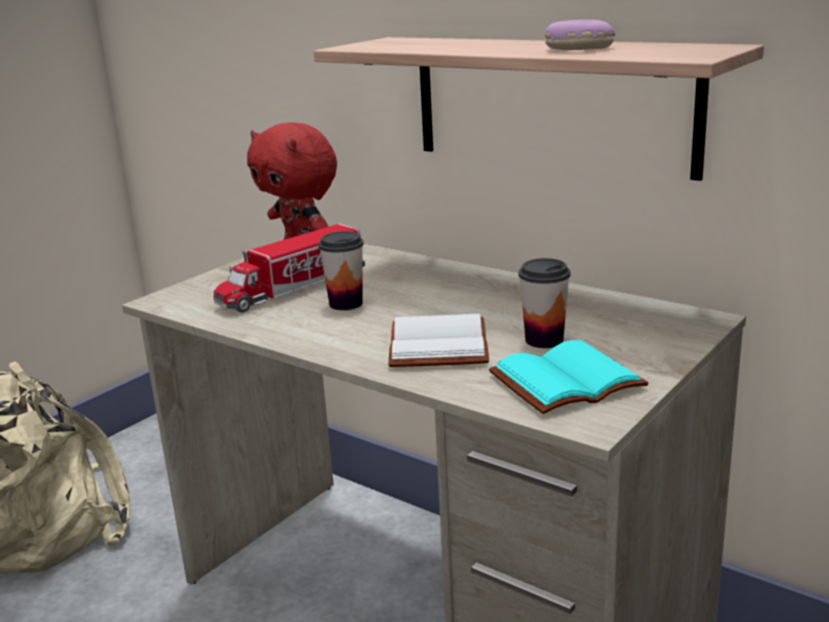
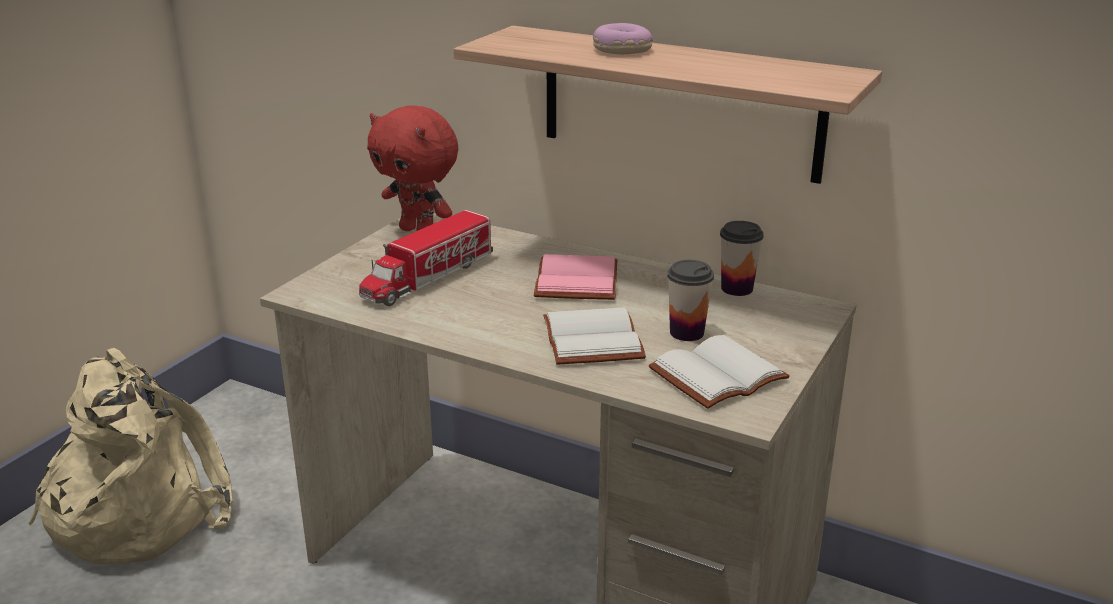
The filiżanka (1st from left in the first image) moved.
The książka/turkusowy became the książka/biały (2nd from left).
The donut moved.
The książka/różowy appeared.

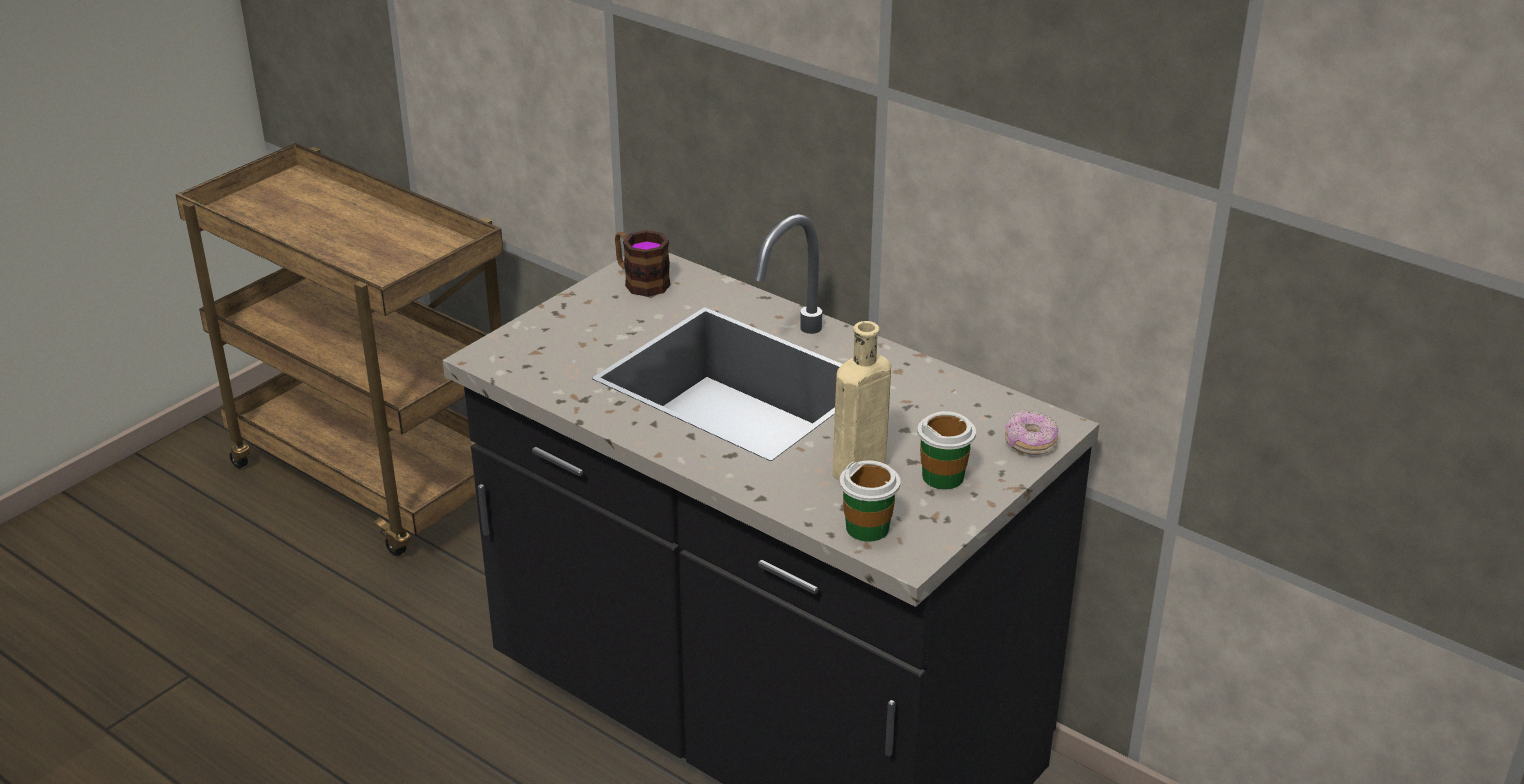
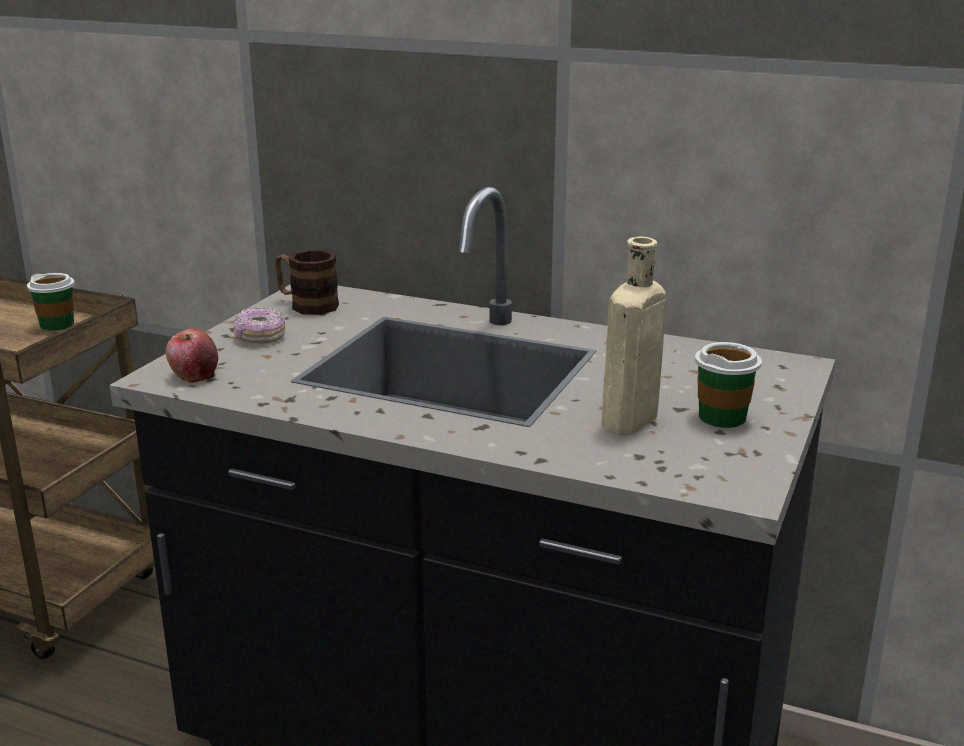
The filiżanka (1st from left) moved.
The donut moved.
The jabłko appeared.

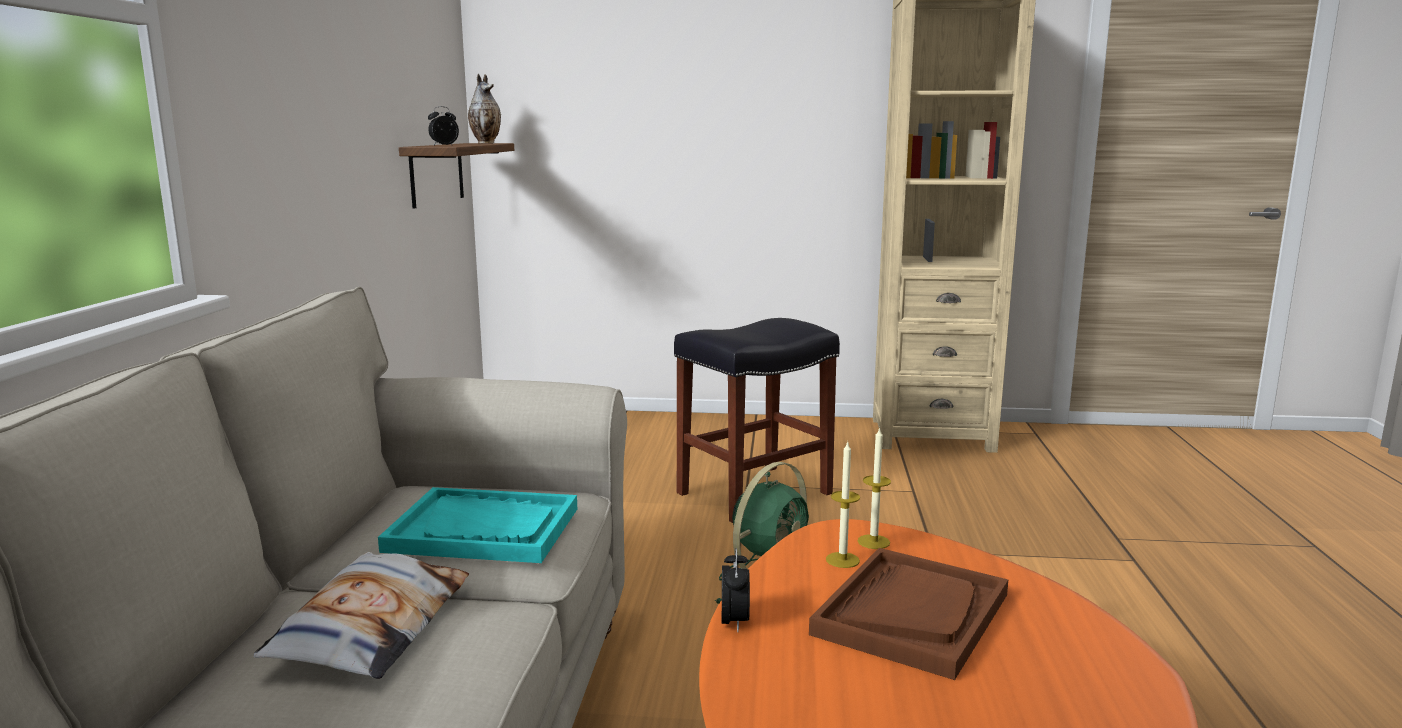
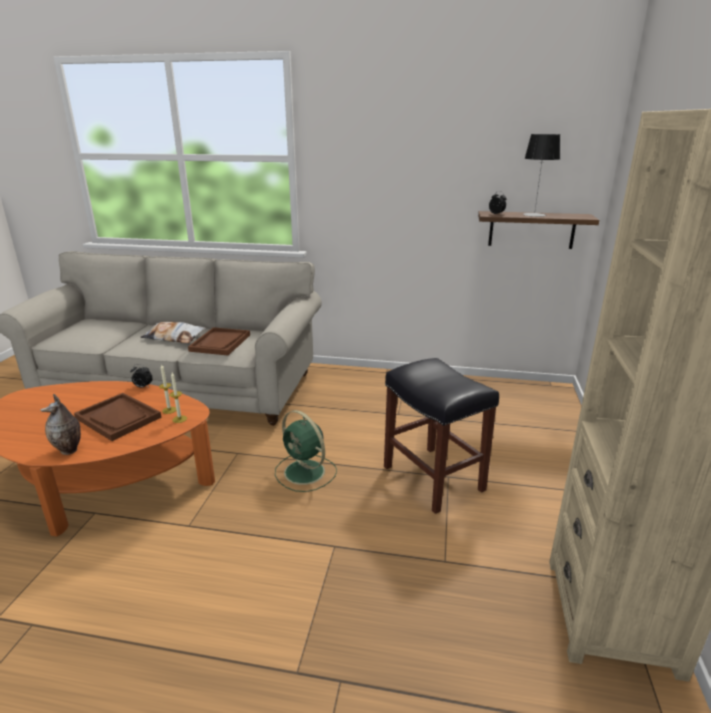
The taca/turkusowy became the taca/brązowy (2nd from left).
The wazon moved.
The lampa stołowa appeared.

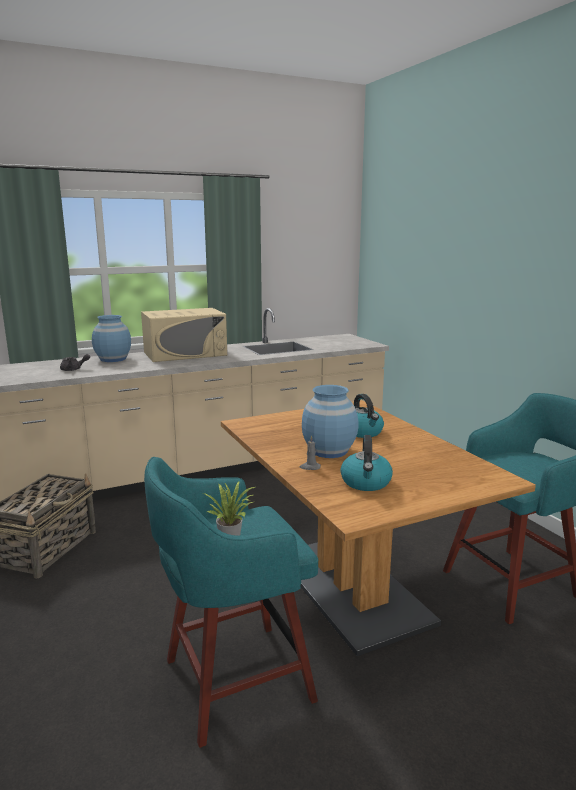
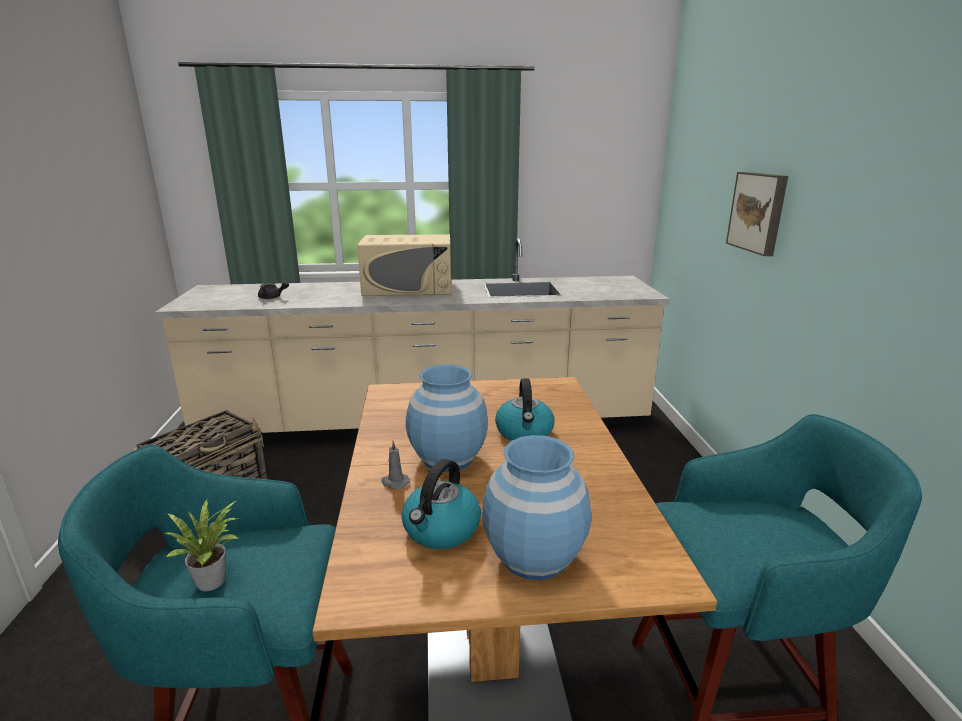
The wazon/niebieski (1st from left in the first image) moved.
The obraz appeared.

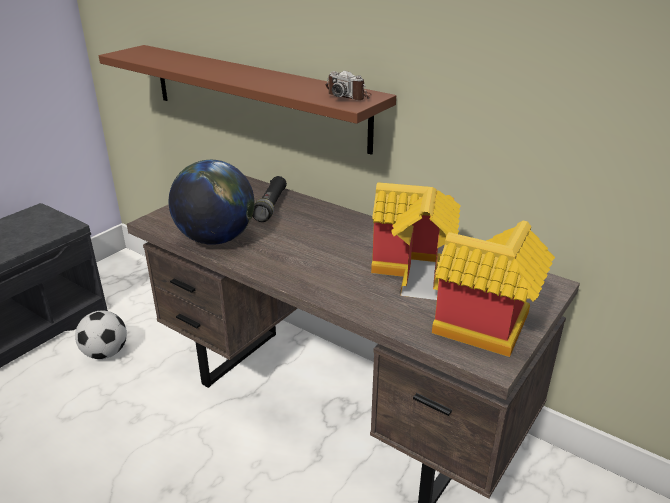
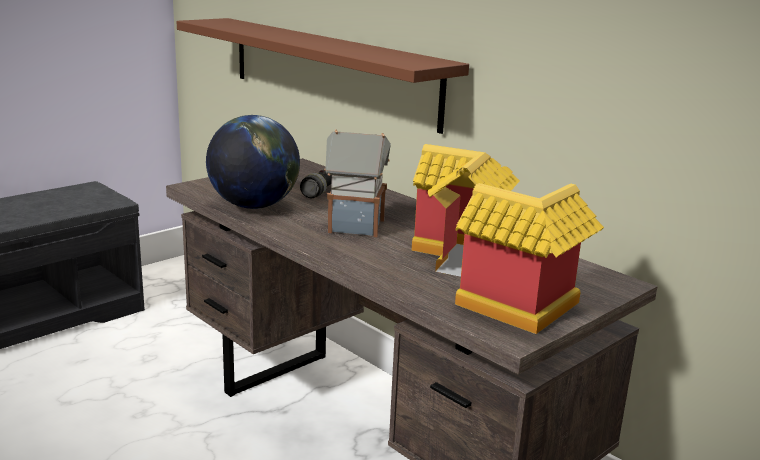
The piłka futbolowa disappeared.
The aparat fotograficzny disappeared.
The domek (1st from left) appeared.

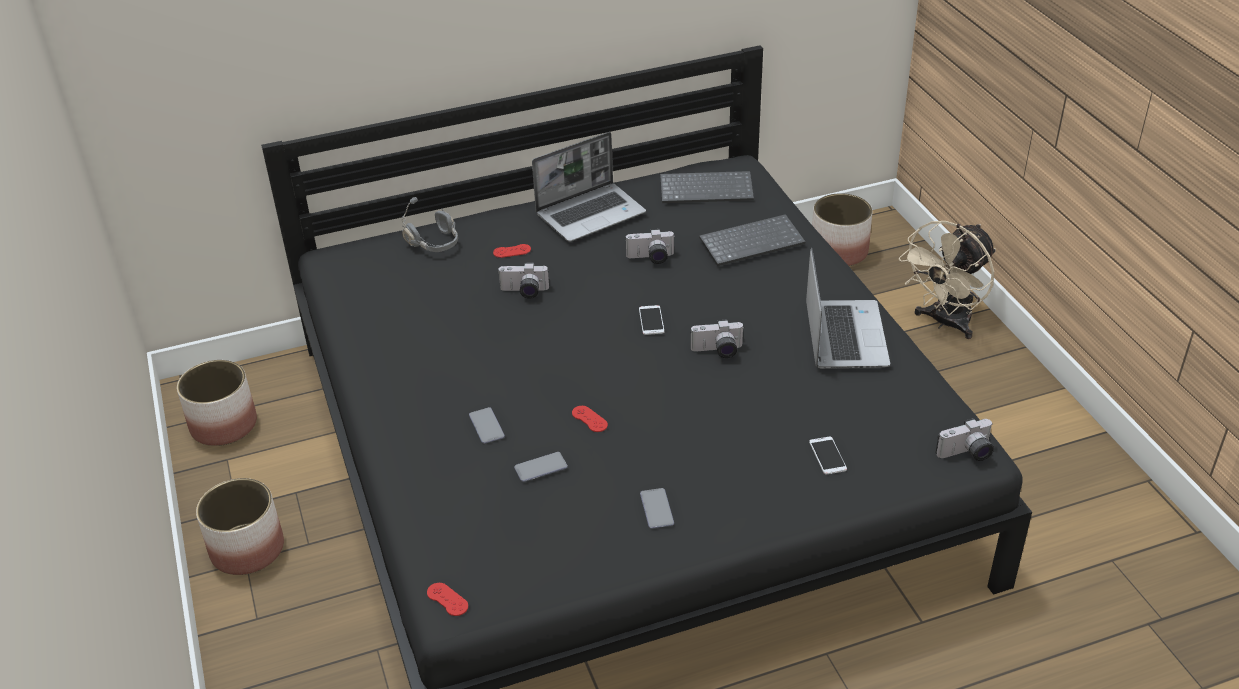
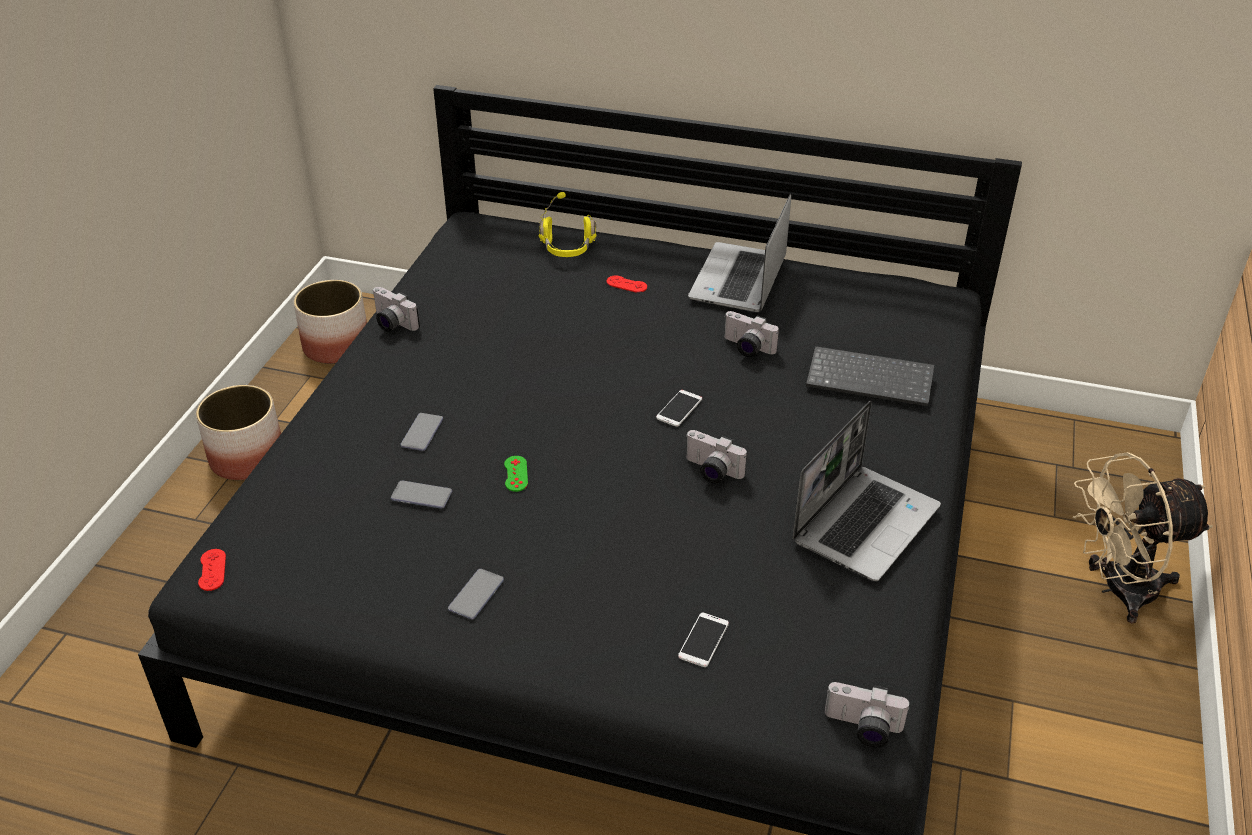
The słuchawki/szary became the słuchawki/żółty.
The aparat fotograficzny (1st from left) moved.
The laptop (1st from left) turned 105 degrees clockwise.
The pad do gier/czerwony (3rd from left) became the pad do gier/zielony.
The klawiatura (1st from left) disappeared.
The donica (3rd from left) disappeared.

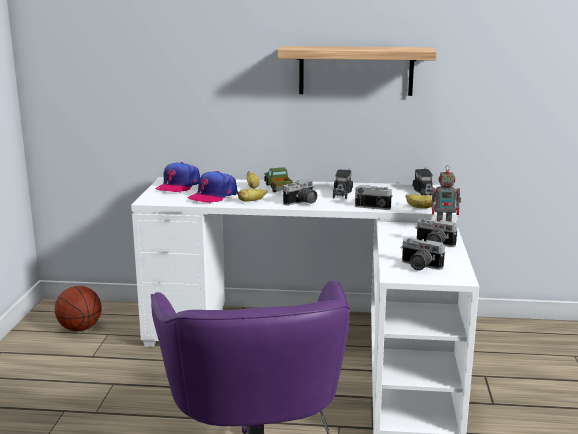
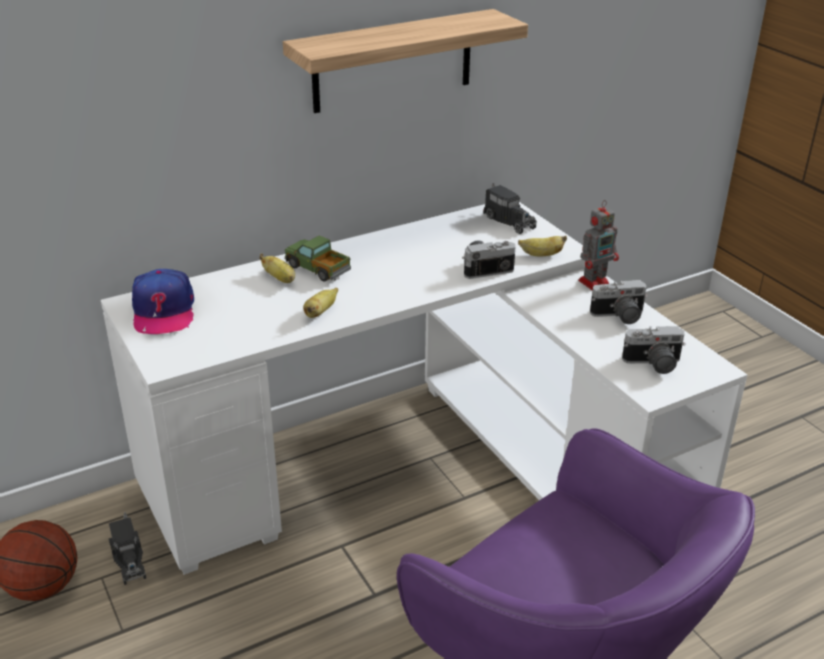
The czapka z daszkiem (2nd from left) disappeared.
The aparat fotograficzny (1st from left) disappeared.
The ciężarówka zabawkowa (2nd from left in the first image) moved.

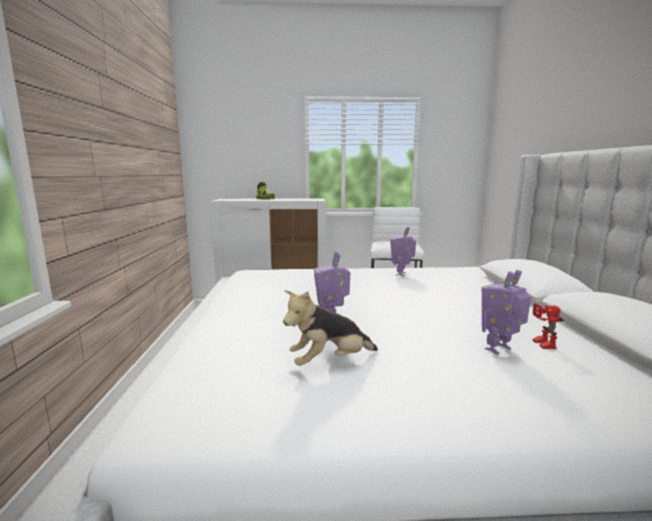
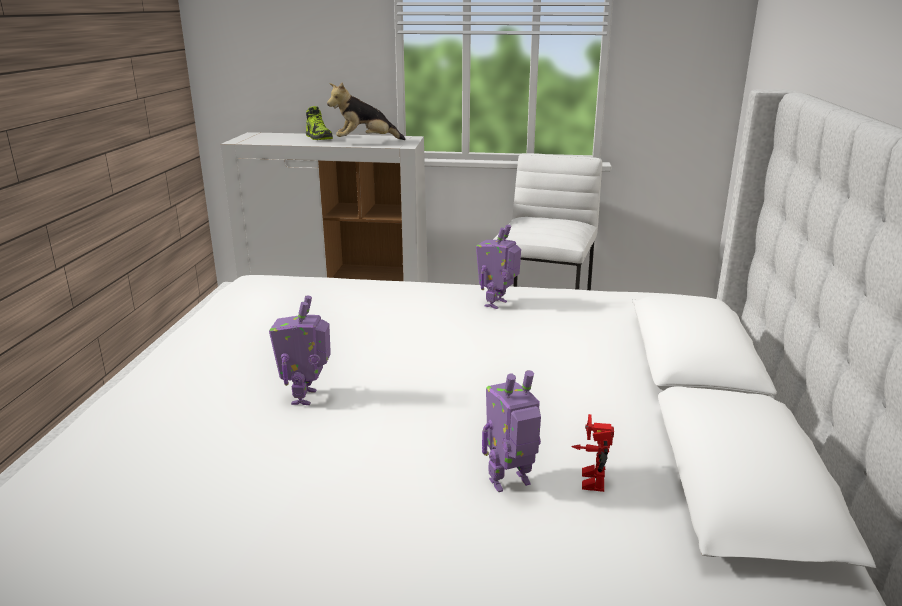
The pluszak moved.

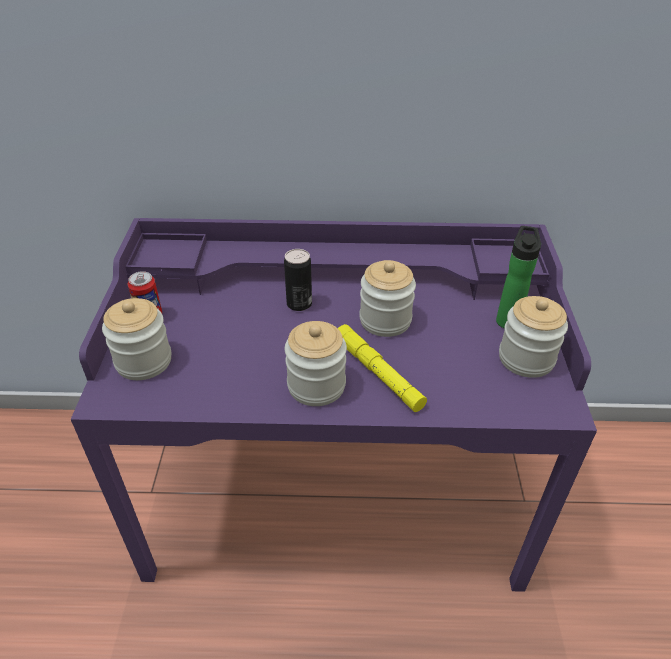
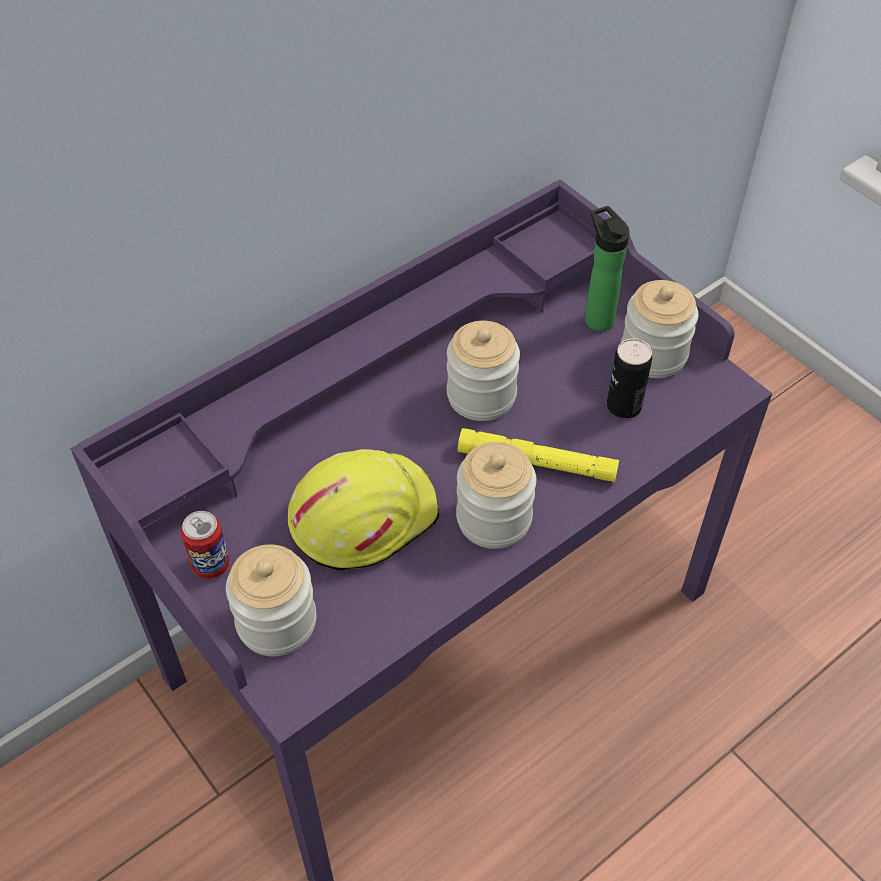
The puszka (2nd from left) moved.
The kask/żółty appeared.

